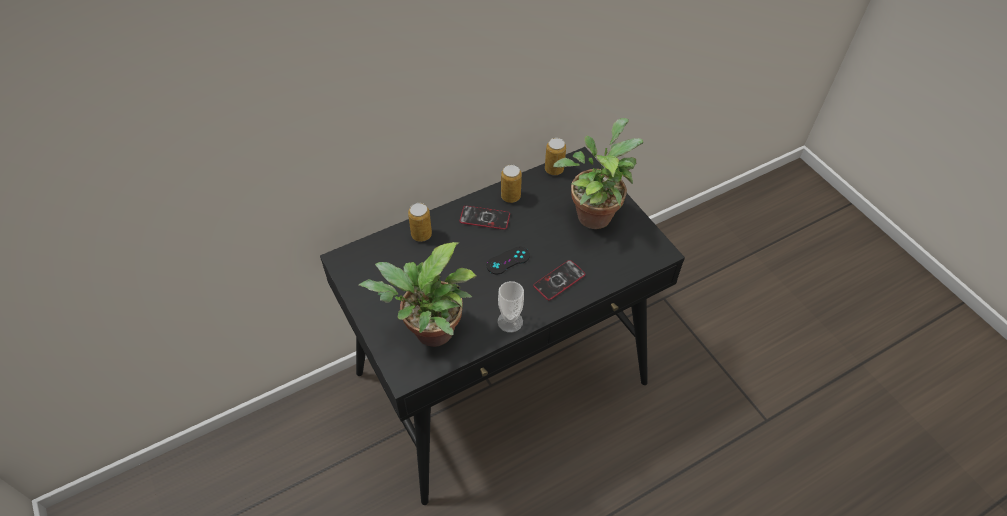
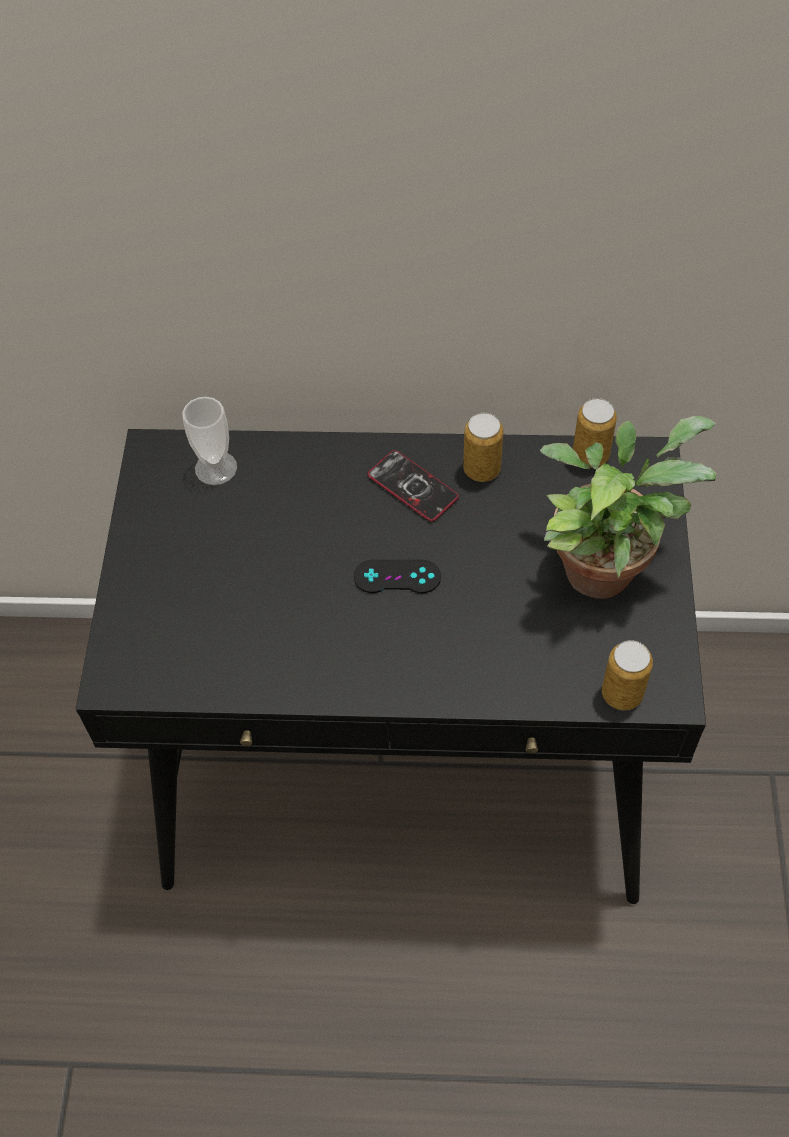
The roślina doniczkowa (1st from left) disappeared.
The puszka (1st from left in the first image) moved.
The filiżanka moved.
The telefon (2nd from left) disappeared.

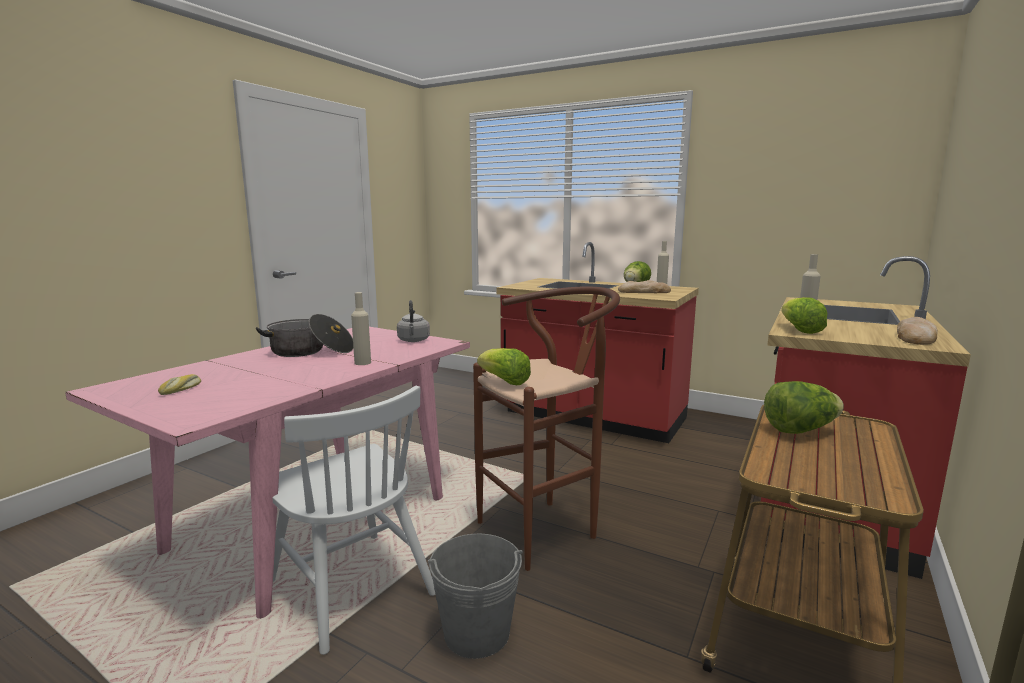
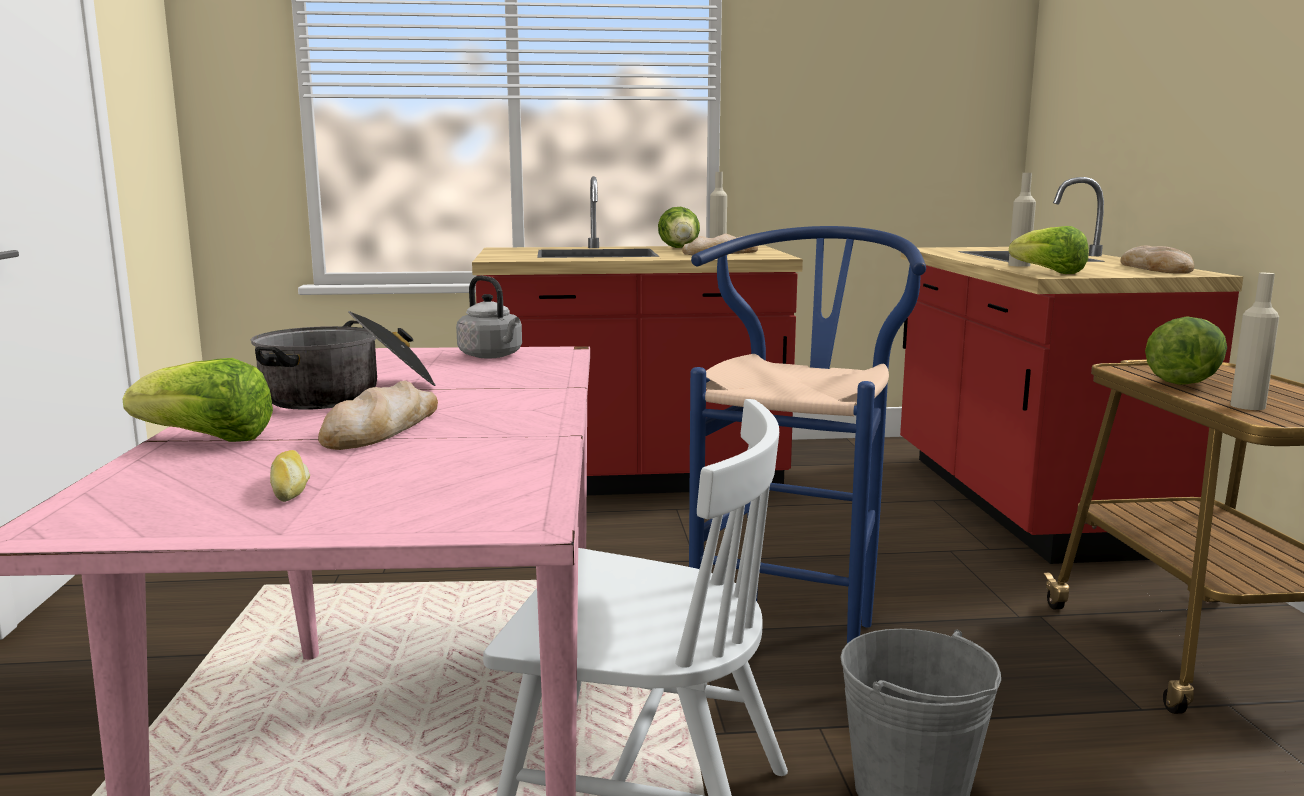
The butelka/beżowy (1st from left in the first image) moved.
The stołek/brązowy became the stołek/niebieski.
The sałata (1st from left) moved.
The chleb (2nd from left) appeared.

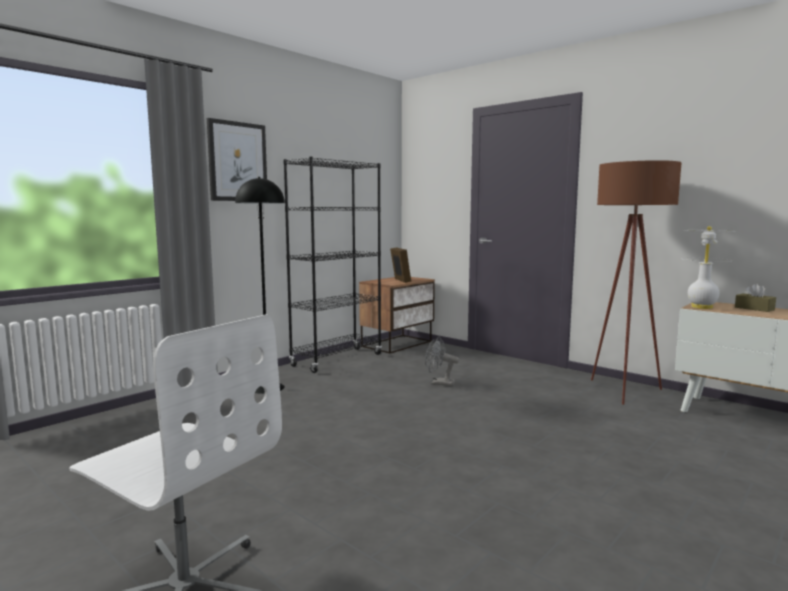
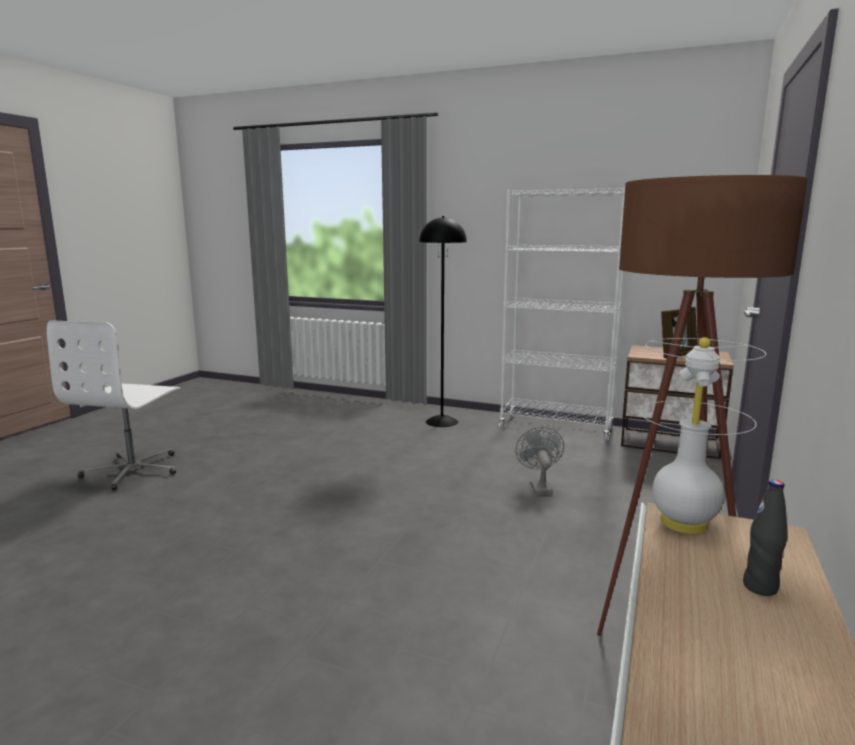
The obraz disappeared.
The regał/czarny became the regał/biały.
The pudełko chusteczek/brązowy was replaced by the butelka/czarny.

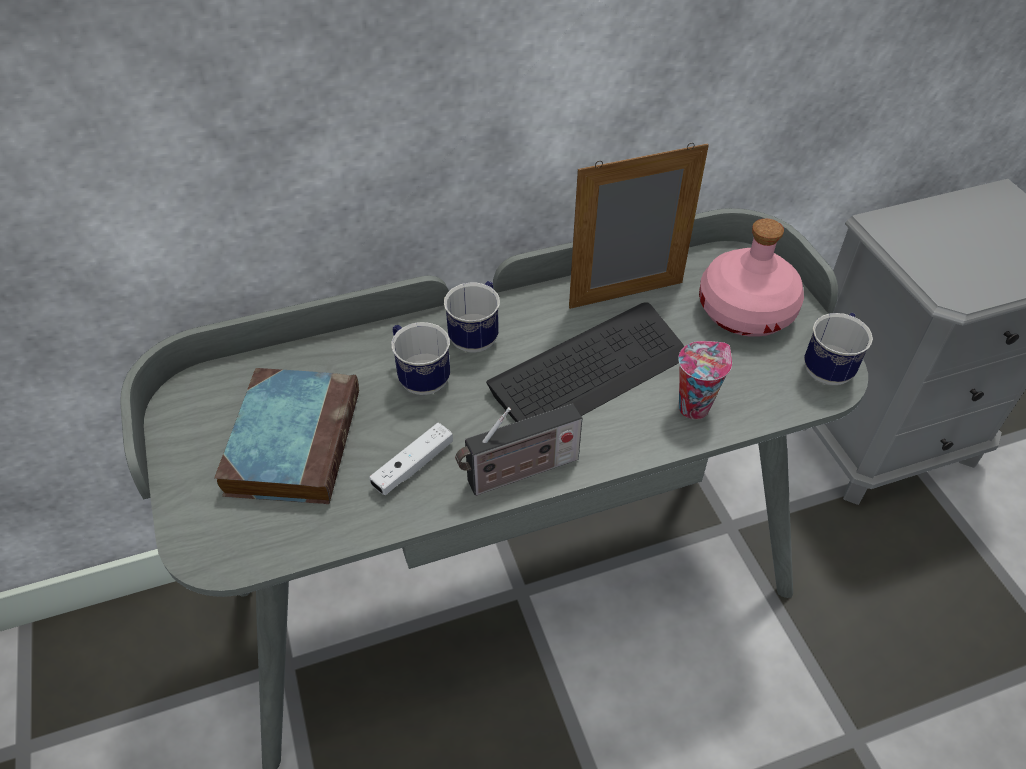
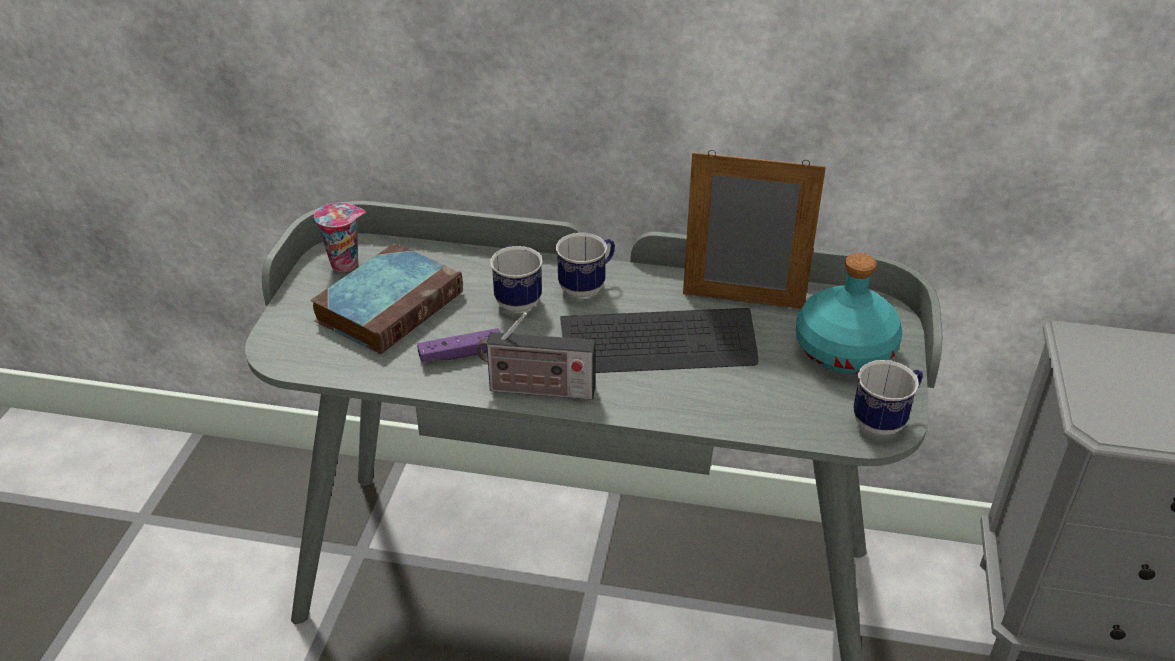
The pad do gier/biały became the pad do gier/fioletowy.
The filiżanka moved.
The butelka/różowy became the butelka/turkusowy.

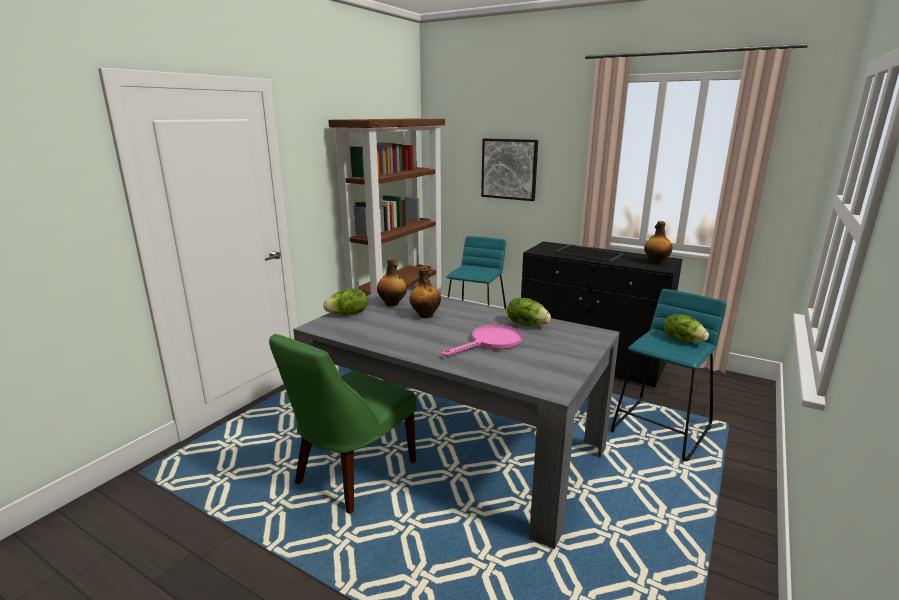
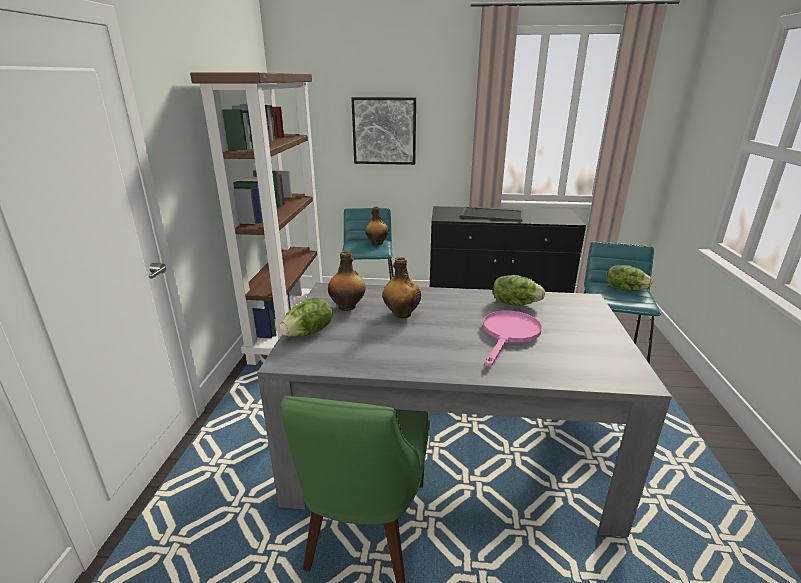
The butelka (3rd from left in the first image) moved.

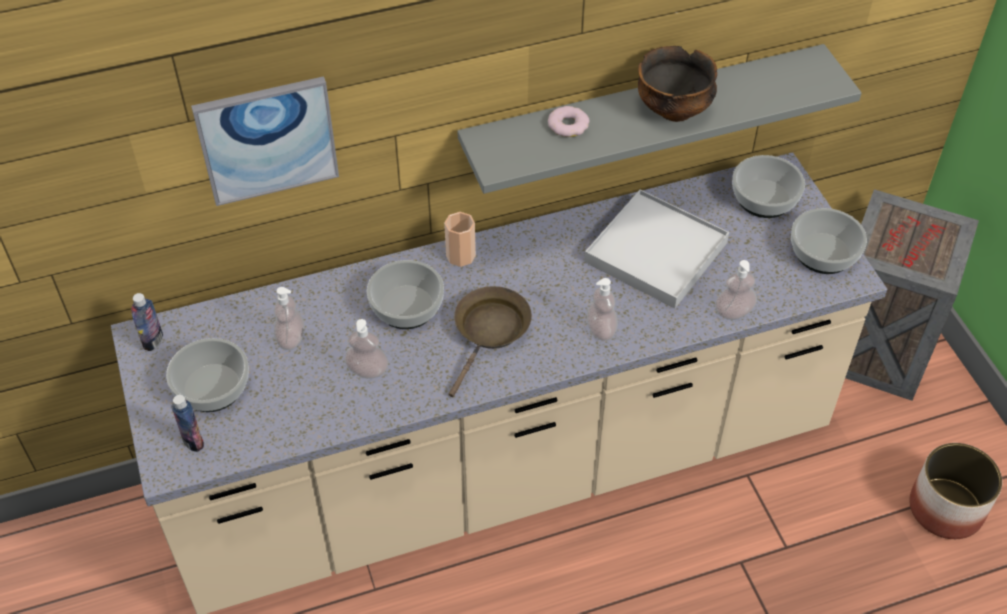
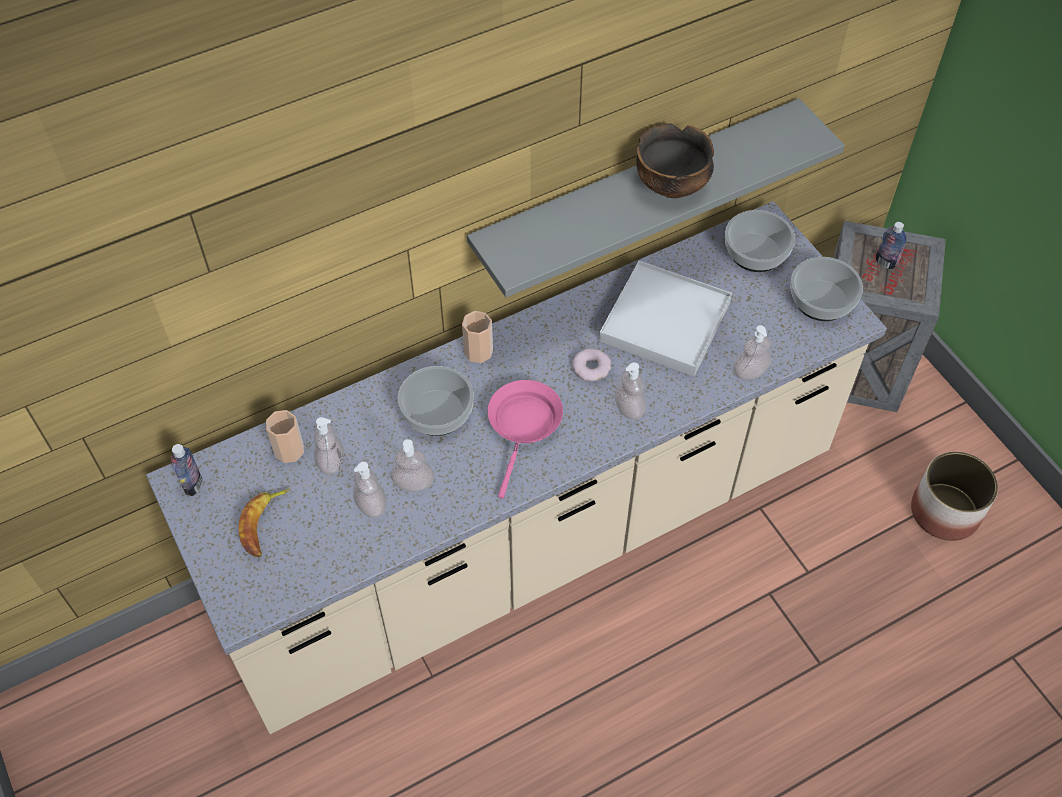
The miska (1st from left) was replaced by the banan.
The butelka (2nd from left) moved.
The obraz disappeared.
The patelnia/brązowy became the patelnia/różowy.
The donut moved.
The filiżanka (1st from left) appeared.
The dozownik mydła (2nd from left) appeared.

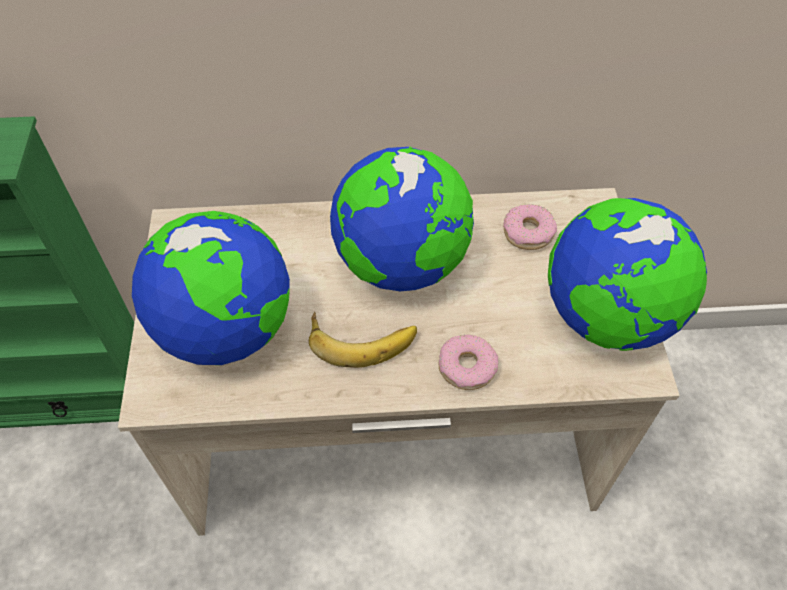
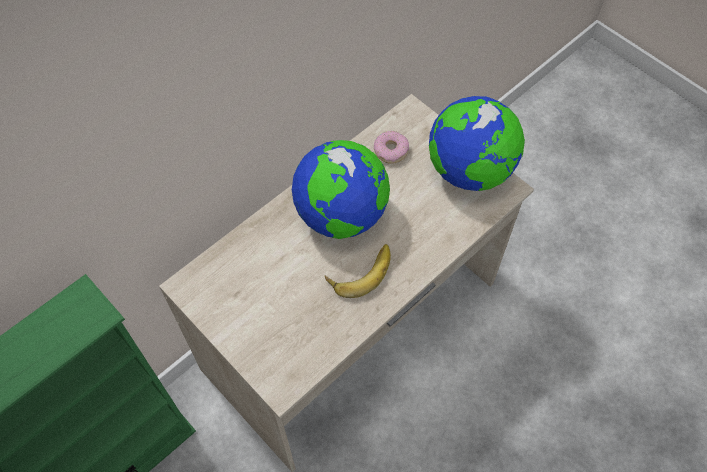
The globus (1st from left) disappeared.
The donut (1st from left) disappeared.

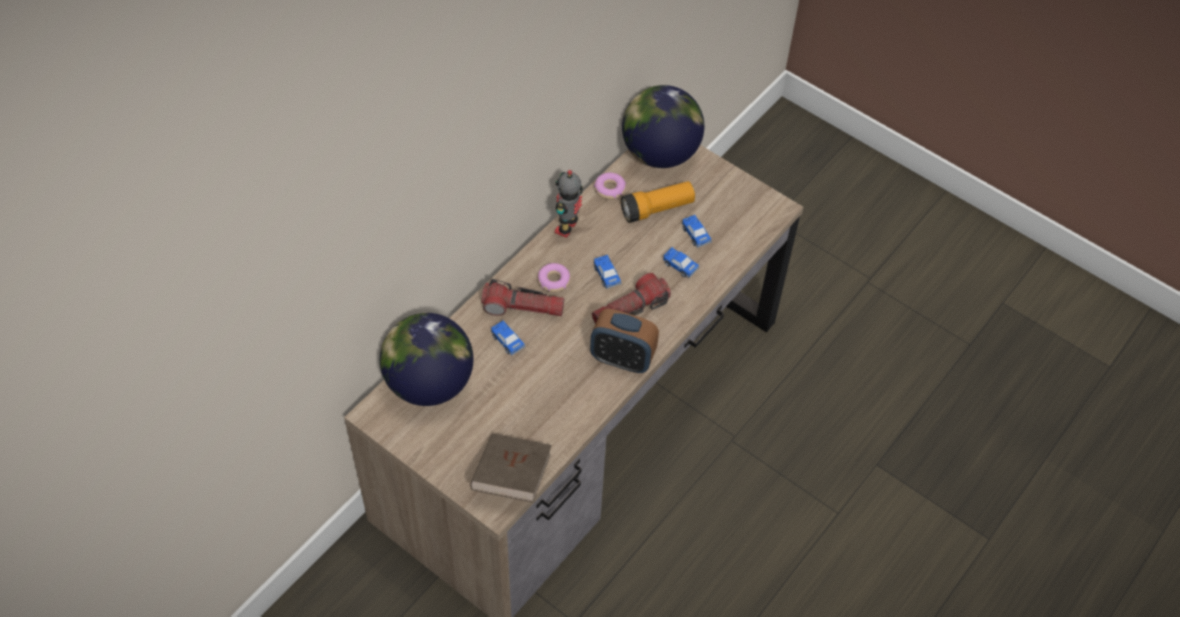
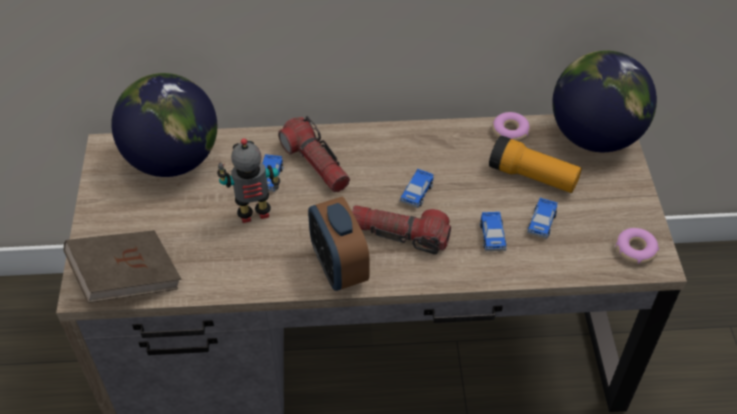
The donut (1st from left in the first image) moved.
The robot zabawkowy moved.

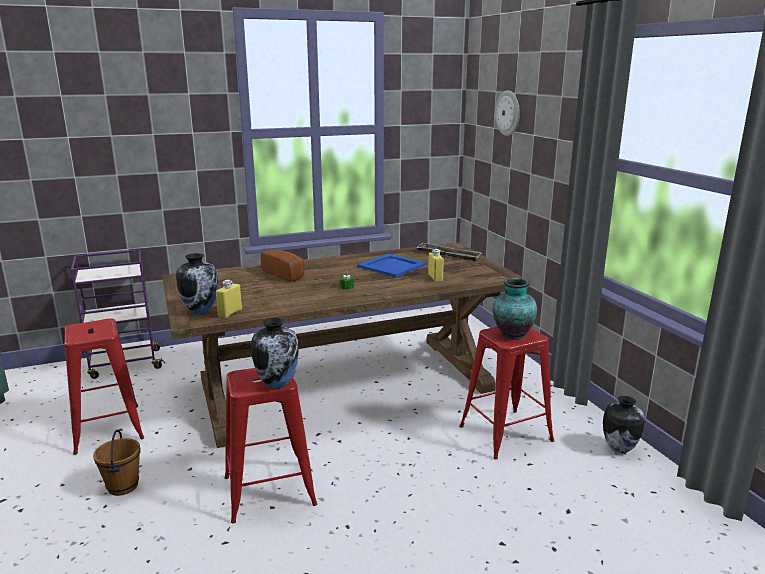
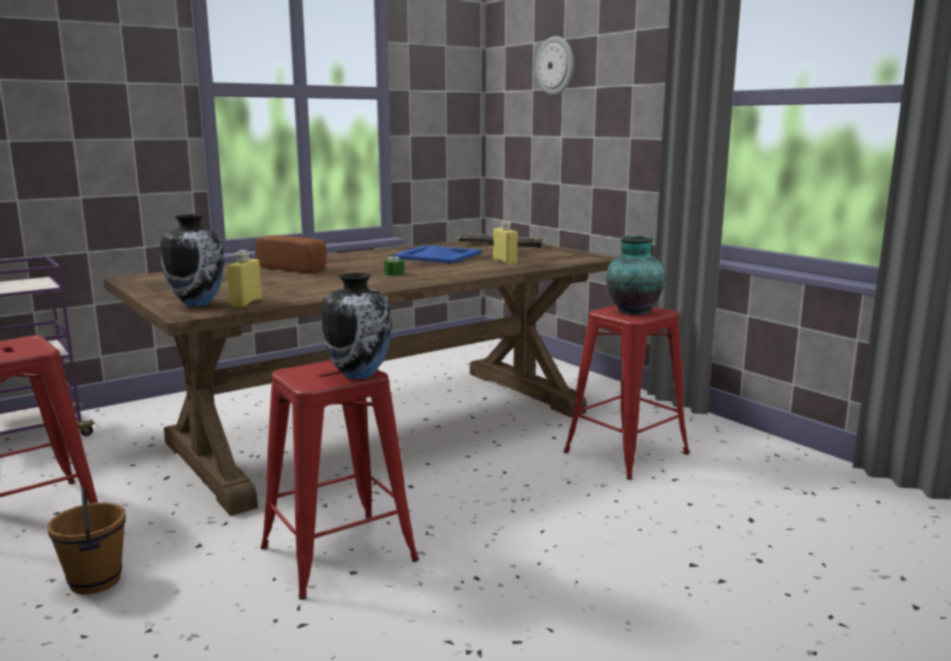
The wazon (4th from left) disappeared.

